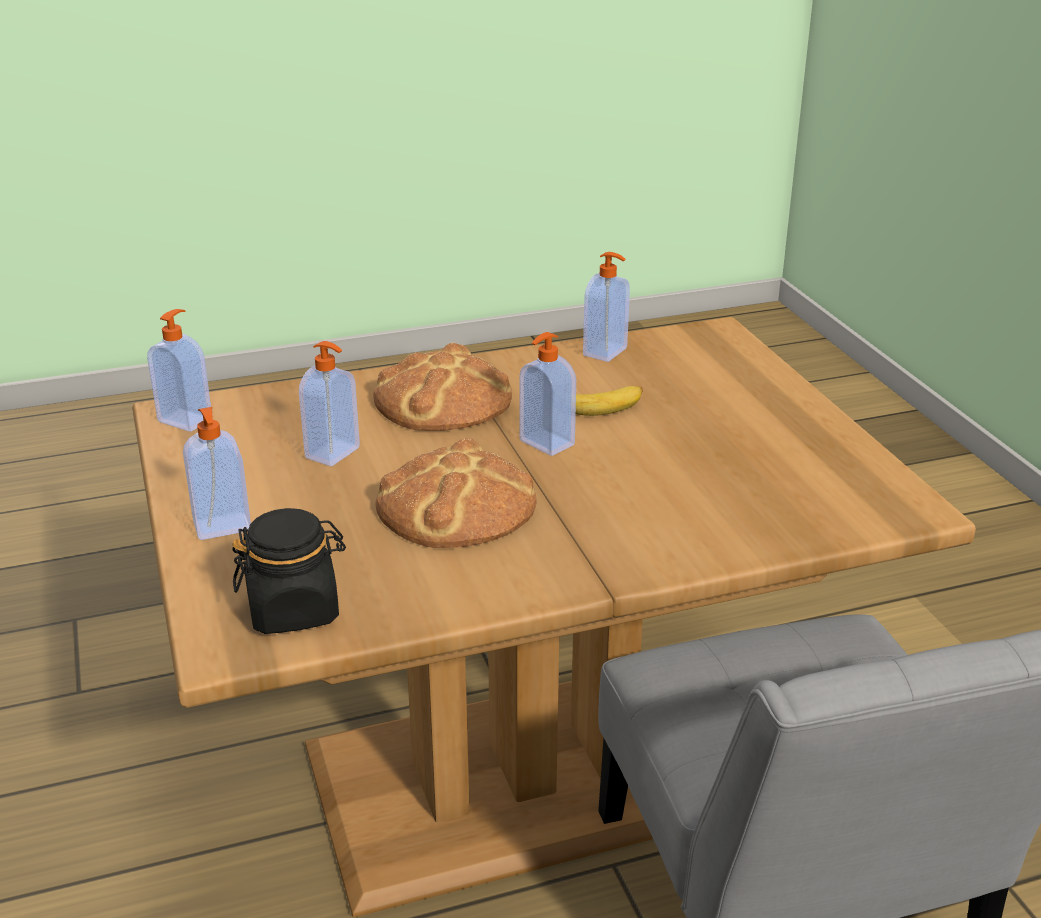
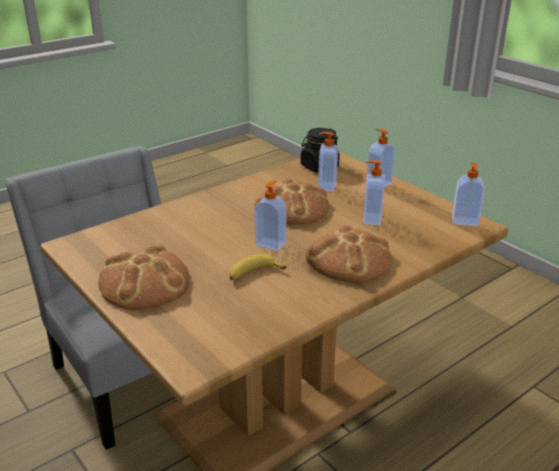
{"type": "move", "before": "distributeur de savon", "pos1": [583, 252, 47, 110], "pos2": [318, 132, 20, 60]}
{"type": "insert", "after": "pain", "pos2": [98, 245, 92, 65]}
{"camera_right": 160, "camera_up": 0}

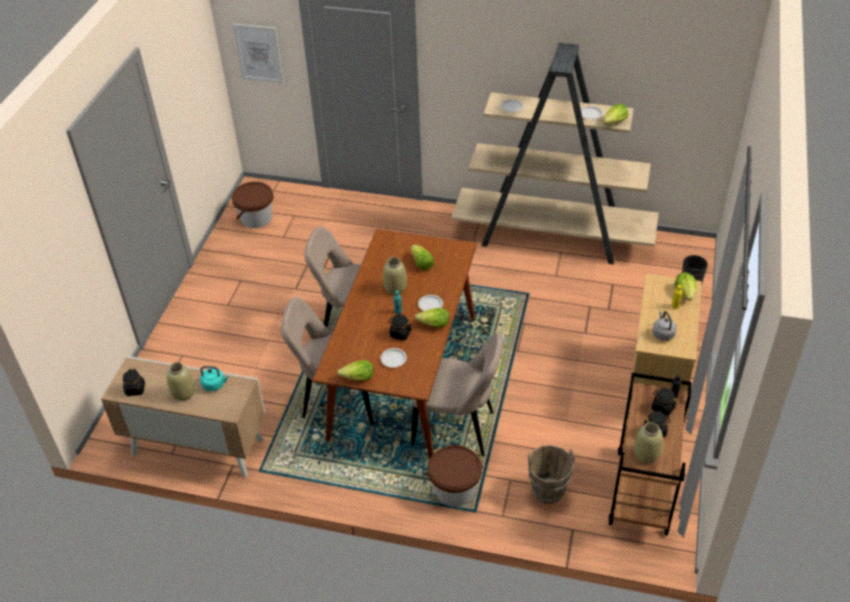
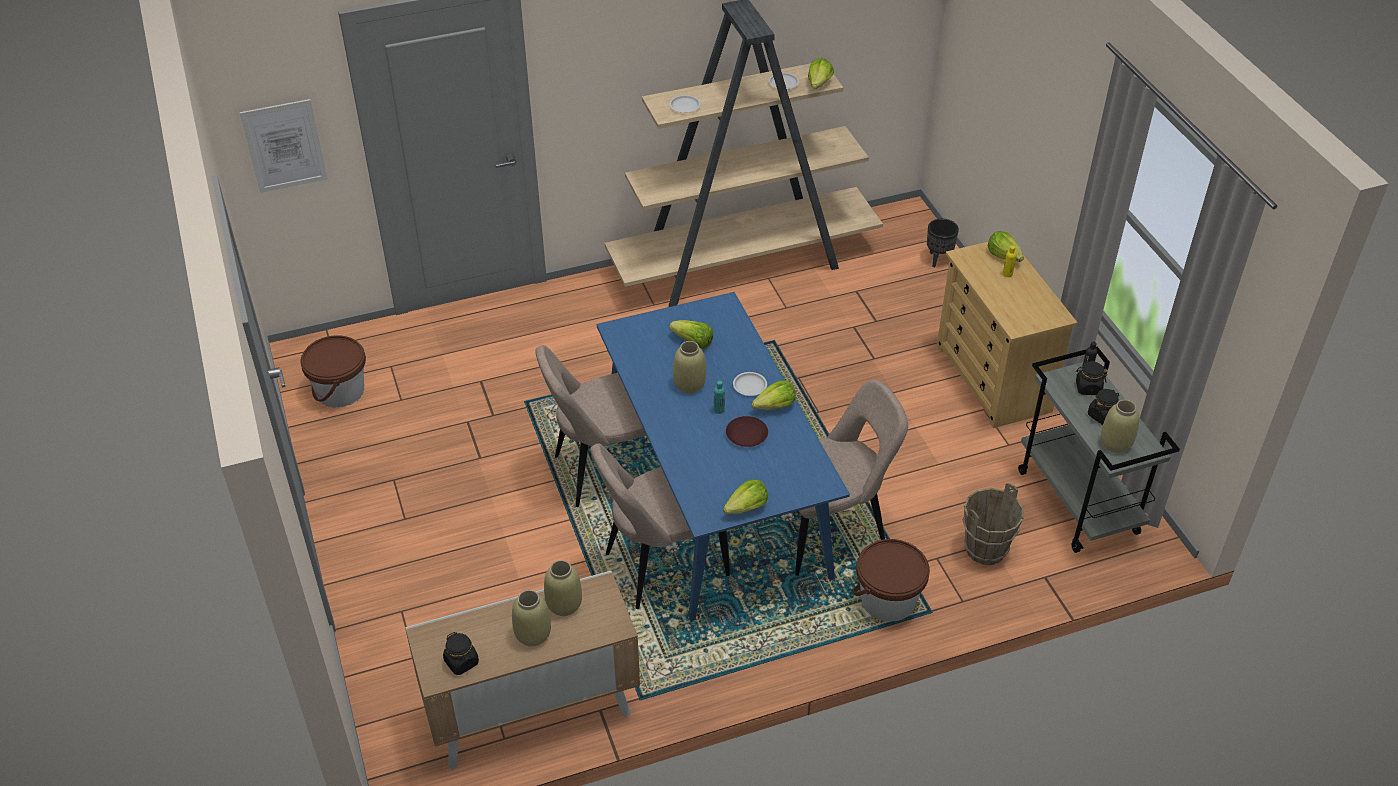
{"type": "recolor", "before": "table à manger [marron]", "after": "table à manger [bleu]", "pos1": [312, 229, 165, 230], "pos2": [597, 292, 253, 329]}
{"type": "delete", "before": "bouilloire [gris]", "pos1": [653, 311, 24, 30]}
{"type": "replace", "before": "bocal [noir]", "after": "assiette [marron]", "pos1": [388, 314, 24, 27], "pos2": [726, 416, 42, 31]}
{"type": "delete", "before": "assiette [blanc]", "pos1": [380, 348, 27, 20]}
{"type": "replace", "before": "bouilloire [turquoise]", "after": "vase [beige]", "pos1": [200, 366, 29, 25], "pos2": [544, 560, 38, 56]}
{"type": "recolor", "before": "chariot [marron]", "after": "chariot [gris]", "pos1": [608, 373, 84, 163], "pos2": [1018, 347, 162, 206]}
{"camera_right": -35, "camera_up": 0}

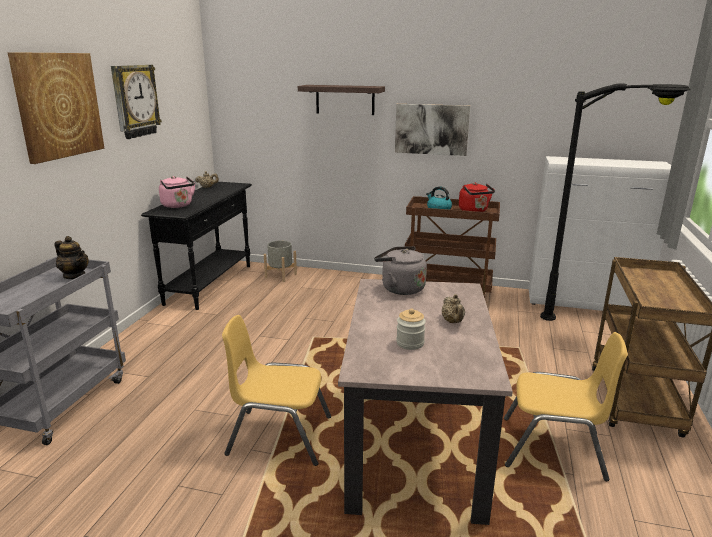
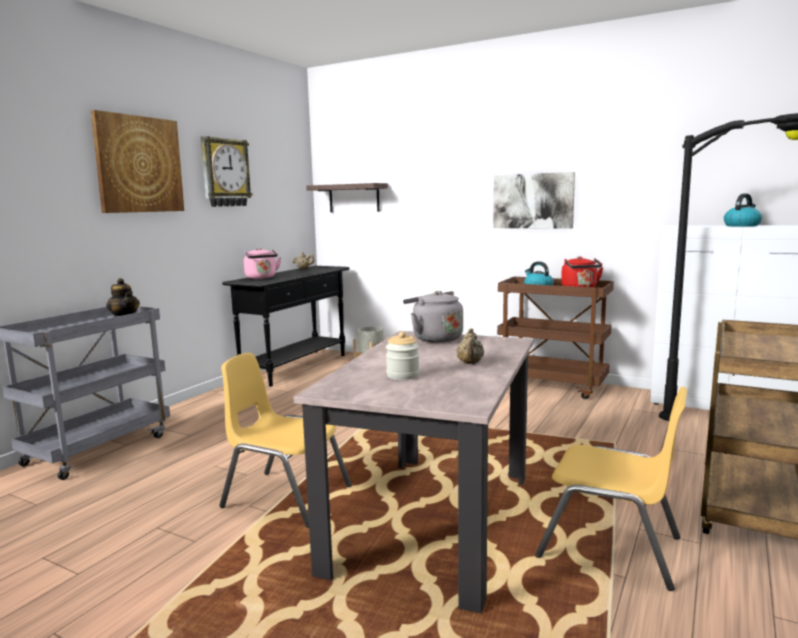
{"type": "move", "before": "étagère", "pos1": [298, 85, 87, 30], "pos2": [306, 183, 82, 29]}
{"type": "insert", "after": "bouilloire", "pos2": [724, 193, 38, 34]}
{"camera_right": 15, "camera_up": -10}

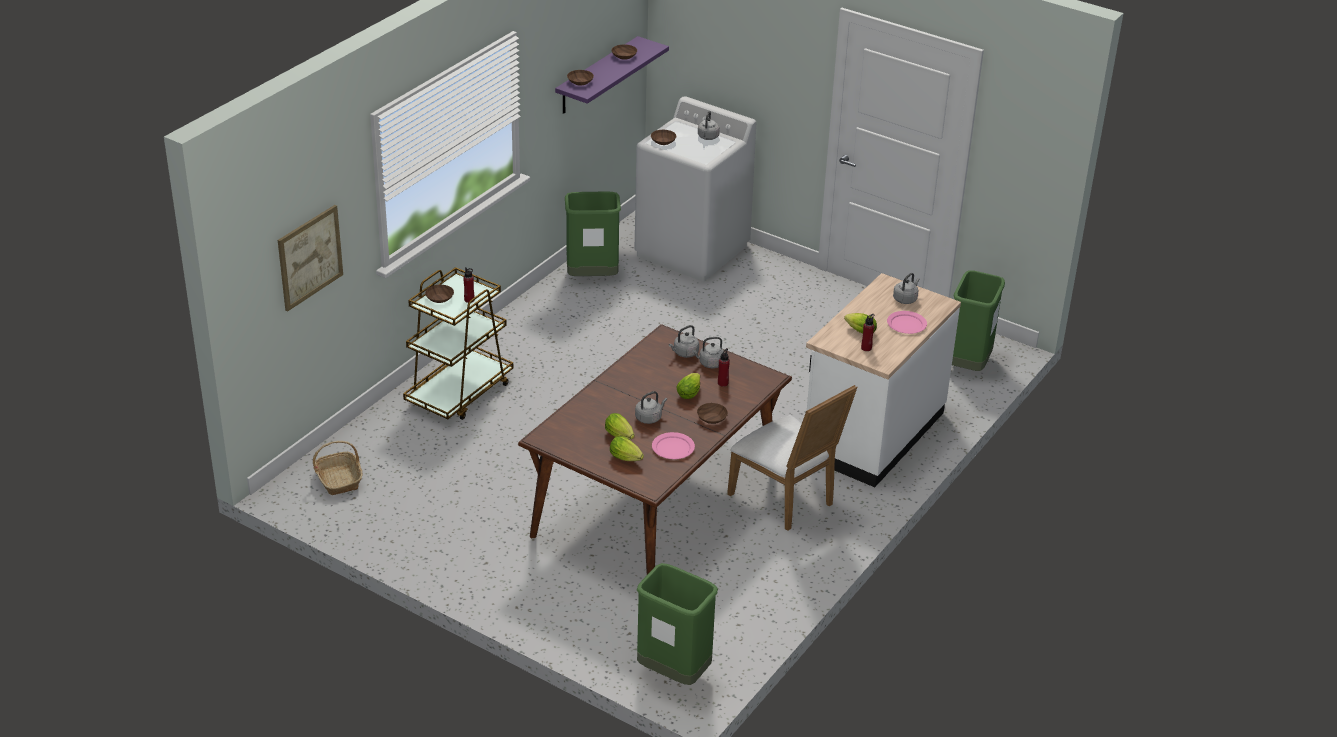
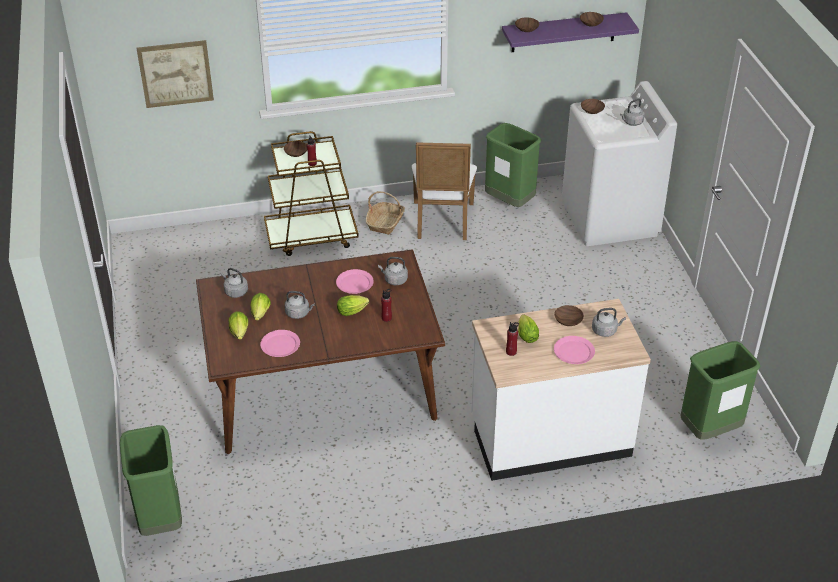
{"type": "move", "before": "bouilloire [gris]", "pos1": [692, 337, 33, 31], "pos2": [221, 268, 27, 30]}
{"type": "move", "before": "chaise [blanc]", "pos1": [727, 385, 130, 146], "pos2": [412, 142, 65, 98]}
{"type": "move", "before": "bol [marron]", "pos1": [697, 403, 31, 21], "pos2": [554, 305, 30, 21]}
{"type": "move", "before": "panier", "pos1": [313, 441, 50, 54], "pos2": [366, 191, 39, 44]}
{"type": "insert", "after": "assiette [rose]", "pos2": [336, 269, 38, 25]}
{"camera_right": 45, "camera_up": 5}

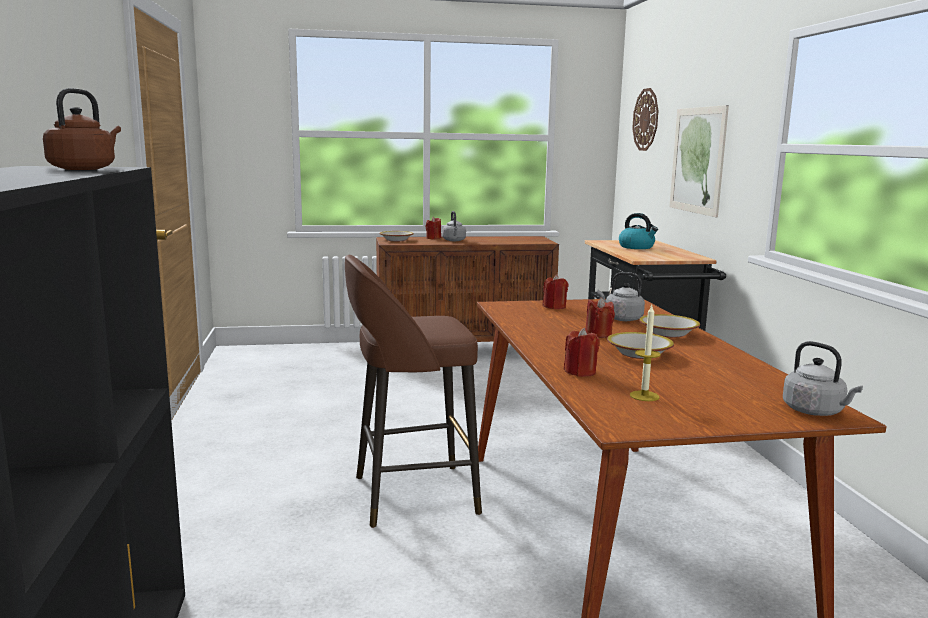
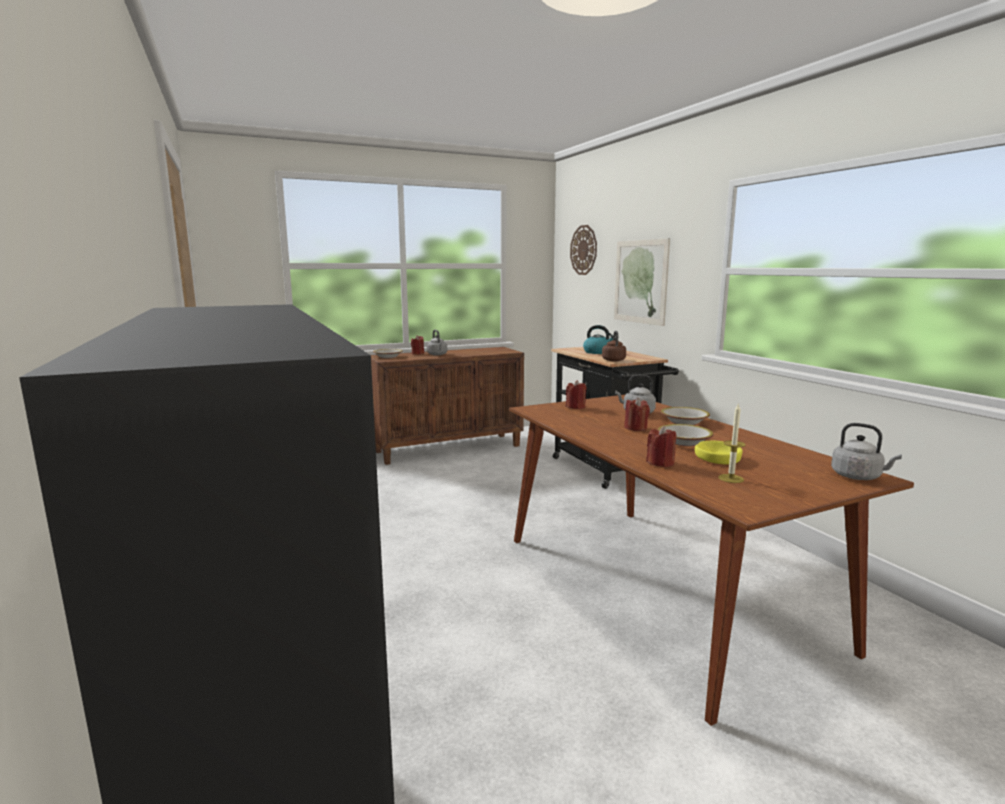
{"type": "move", "before": "bouilloire [marron]", "pos1": [43, 88, 78, 82], "pos2": [602, 331, 24, 30]}
{"type": "delete", "before": "tabouret [marron]", "pos1": [345, 255, 137, 273]}
{"type": "insert", "after": "bol [jaune]", "pos2": [695, 441, 47, 24]}
{"camera_right": -15, "camera_up": 0}

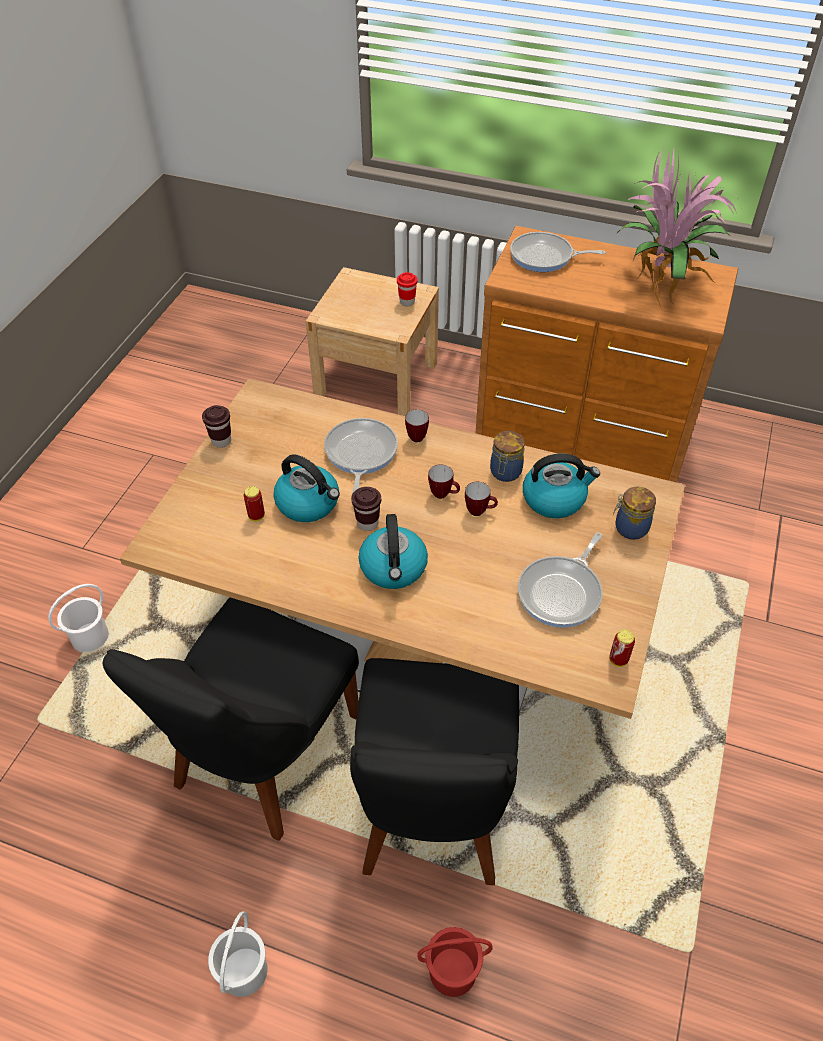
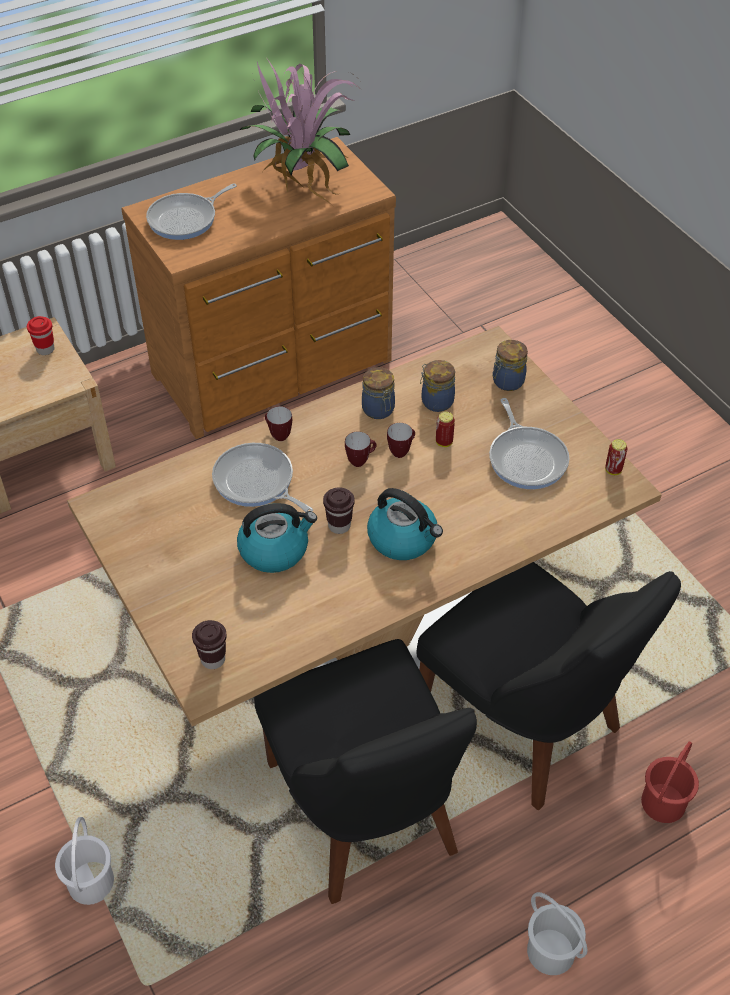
{"type": "move", "before": "tasse [marron]", "pos1": [202, 405, 29, 43], "pos2": [192, 620, 35, 49]}
{"type": "replace", "before": "bouilloire", "after": "bocal", "pos1": [523, 454, 77, 64], "pos2": [420, 360, 35, 52]}
{"type": "move", "before": "boîte métallique", "pos1": [244, 486, 21, 35], "pos2": [436, 412, 19, 35]}
{"camera_right": -50, "camera_up": 0}

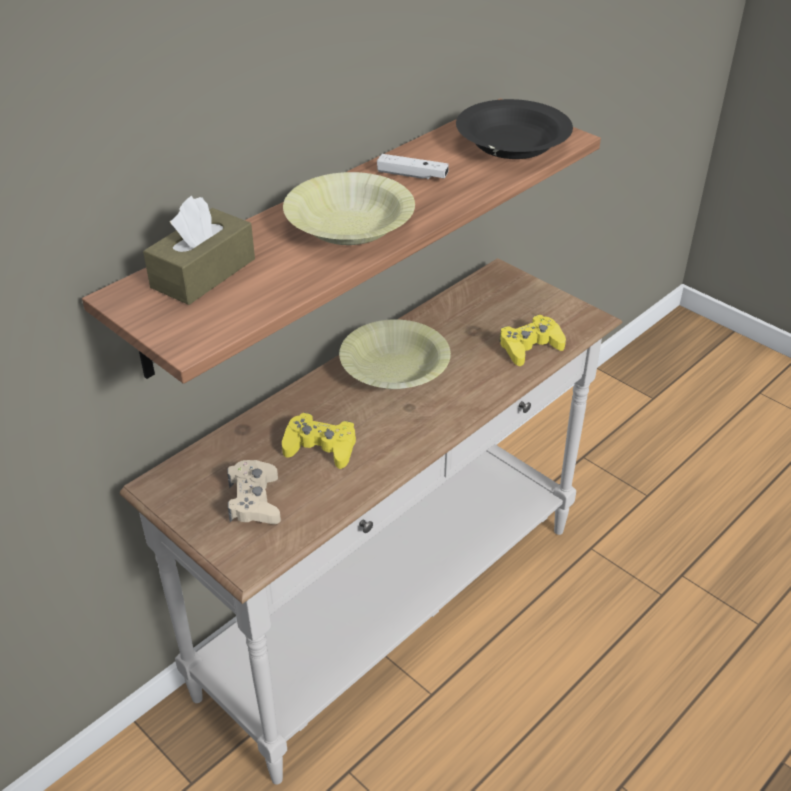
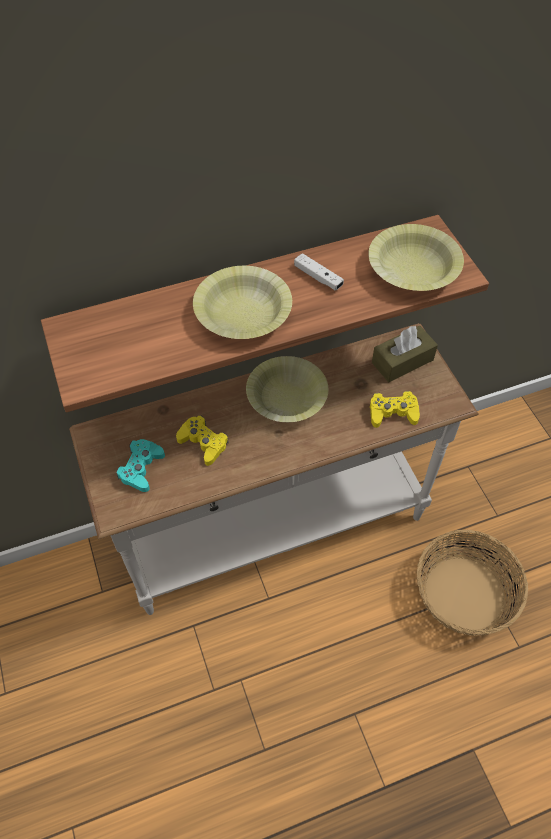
{"type": "recolor", "before": "bol [noir]", "after": "bol [jaune]", "pos1": [456, 99, 117, 60], "pos2": [368, 224, 96, 67]}
{"type": "move", "before": "boîte à mouchoirs [marron]", "pos1": [143, 196, 112, 109], "pos2": [372, 326, 66, 56]}
{"type": "recolor", "before": "manette [beige]", "after": "manette [turquoise]", "pos1": [227, 460, 54, 64], "pos2": [116, 439, 49, 53]}
{"type": "insert", "after": "panier", "pos2": [417, 530, 111, 106]}
{"camera_right": 25, "camera_up": 15}

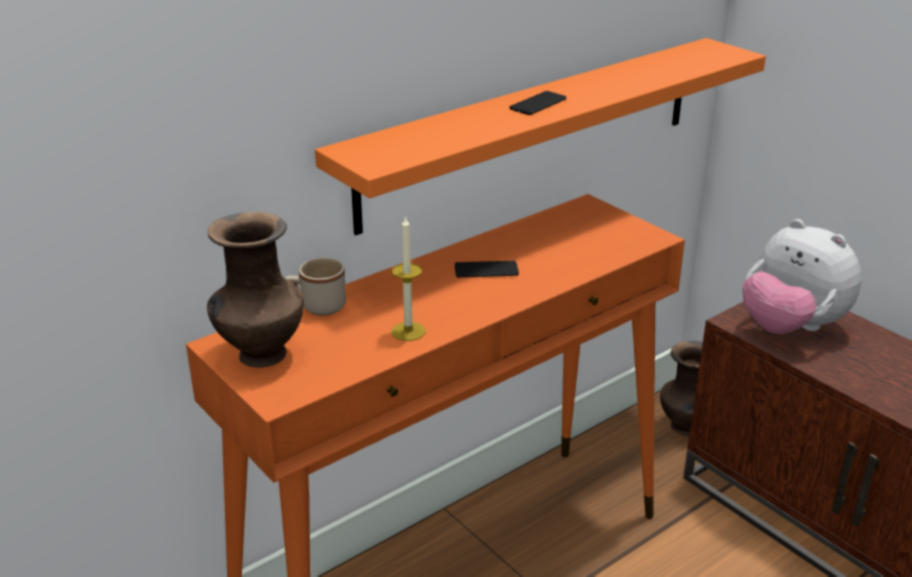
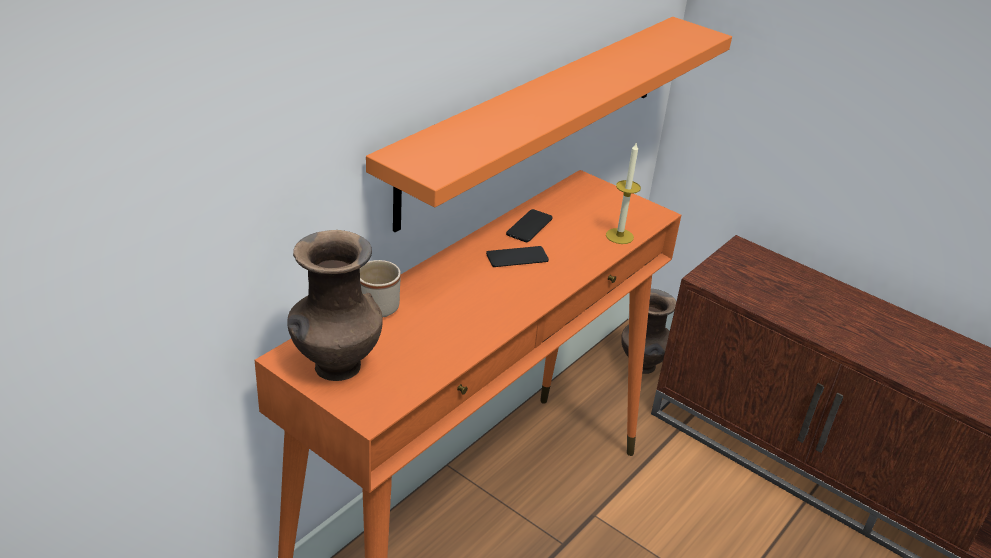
{"type": "move", "before": "téléphone", "pos1": [510, 91, 56, 24], "pos2": [506, 209, 47, 33]}
{"type": "move", "before": "bougie", "pos1": [391, 216, 35, 125], "pos2": [606, 143, 35, 101]}
{"type": "delete", "before": "peluche", "pos1": [743, 219, 119, 115]}
{"camera_right": -15, "camera_up": 5}

